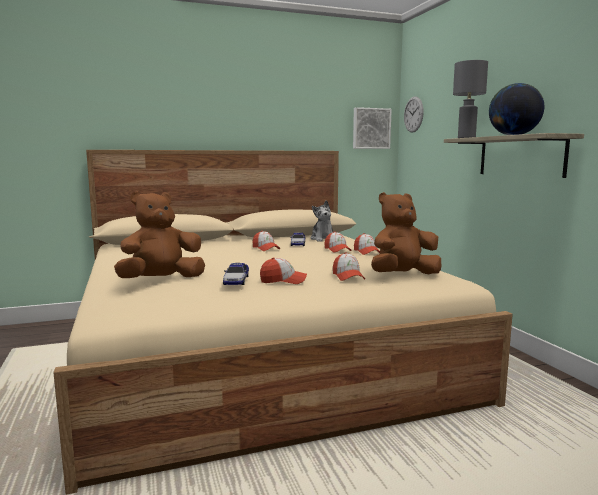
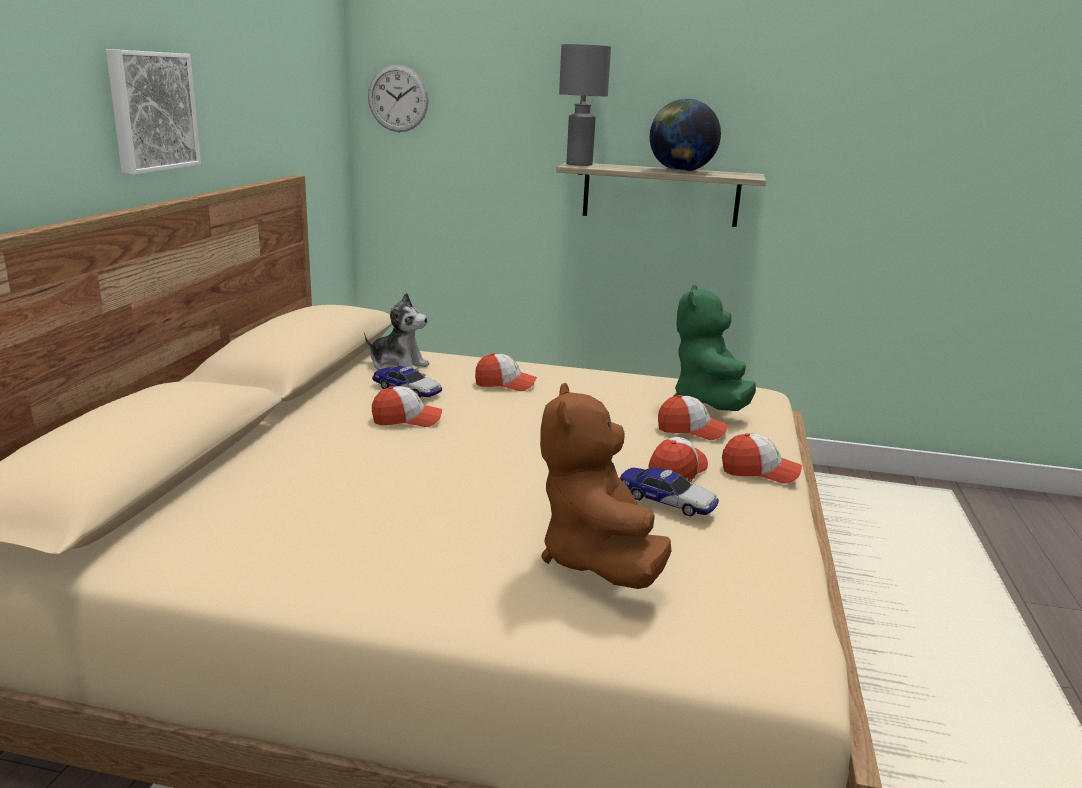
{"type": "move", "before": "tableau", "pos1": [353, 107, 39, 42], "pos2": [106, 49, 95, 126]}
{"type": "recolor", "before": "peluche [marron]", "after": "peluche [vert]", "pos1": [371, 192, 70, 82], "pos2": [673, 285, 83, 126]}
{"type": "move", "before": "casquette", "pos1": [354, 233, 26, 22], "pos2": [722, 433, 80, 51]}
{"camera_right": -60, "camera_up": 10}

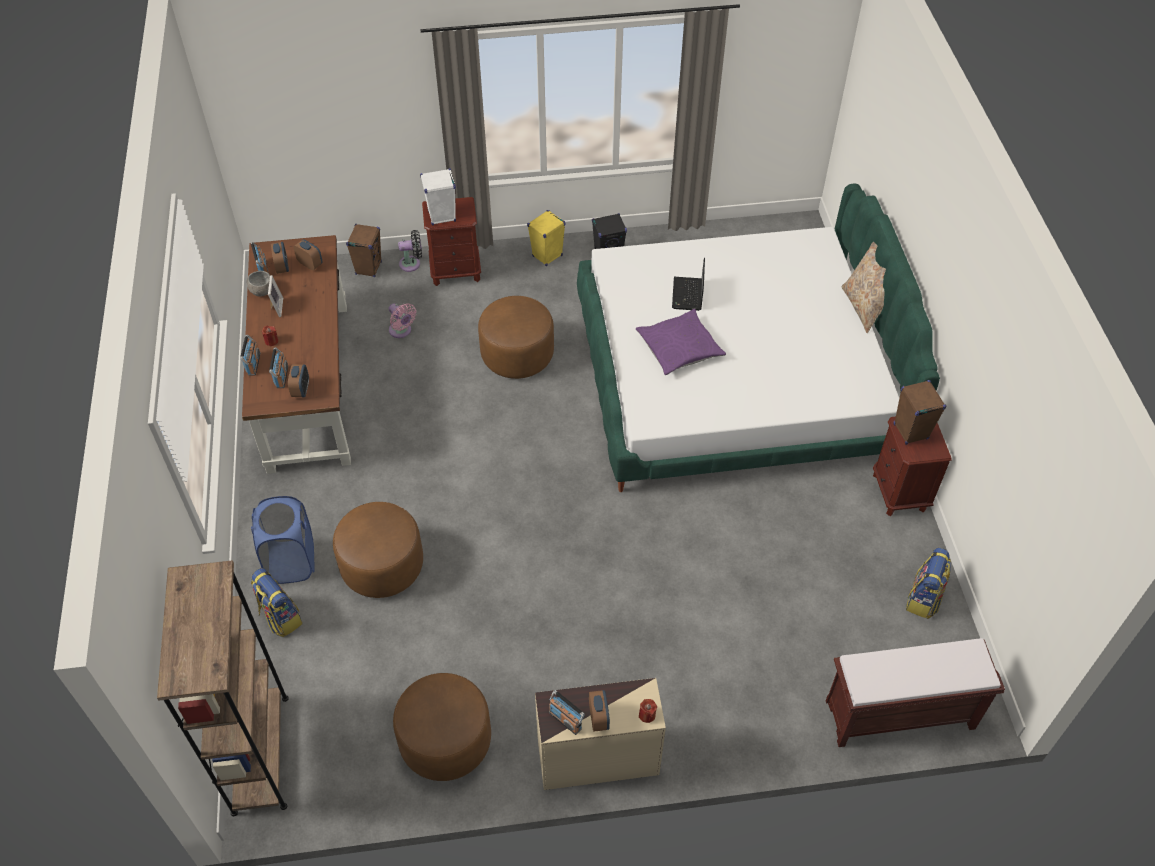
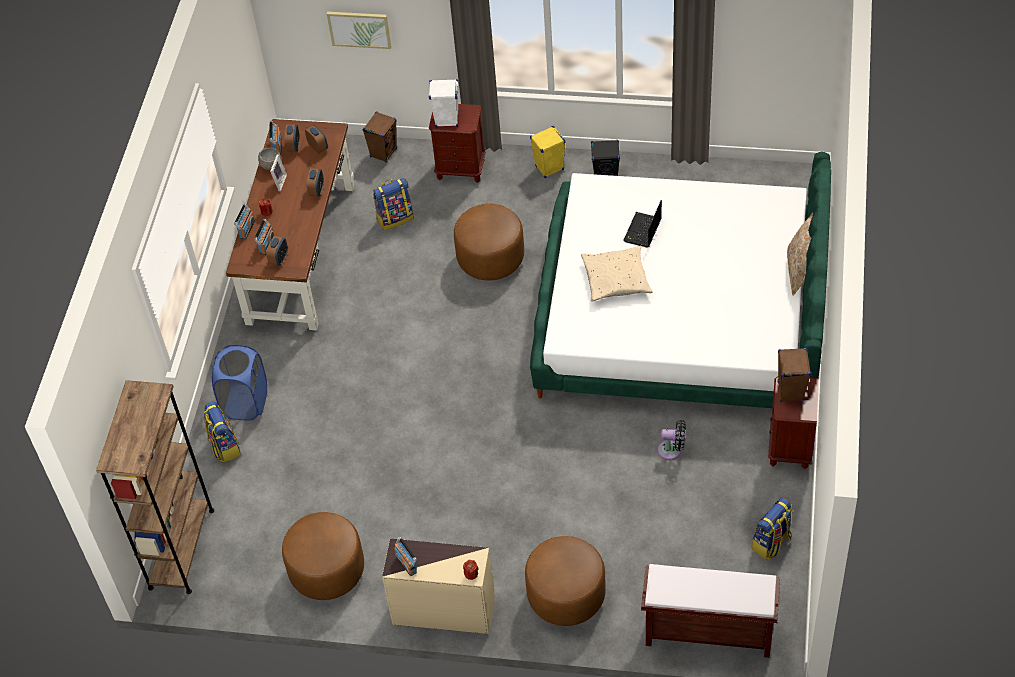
{"type": "move", "before": "ventilateur [noir]", "pos1": [398, 230, 24, 42], "pos2": [658, 420, 28, 40]}
{"type": "replace", "before": "ventilateur [rose]", "after": "sac à dos", "pos1": [389, 303, 27, 35], "pos2": [373, 178, 41, 52]}
{"type": "recolor", "before": "coussin [violet]", "after": "coussin [beige]", "pos1": [636, 309, 90, 66], "pos2": [581, 246, 72, 55]}
{"type": "move", "before": "pouf [marron]", "pos1": [333, 502, 90, 96], "pos2": [525, 536, 81, 90]}
{"type": "move", "before": "réveil", "pos1": [589, 690, 21, 42], "pos2": [306, 168, 18, 28]}
{"type": "insert", "after": "tableau", "pos2": [327, 12, 64, 37]}
{"camera_right": 20, "camera_up": 0}

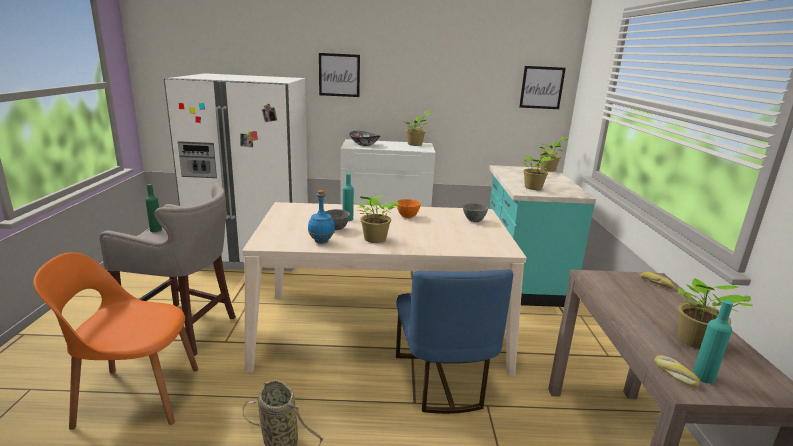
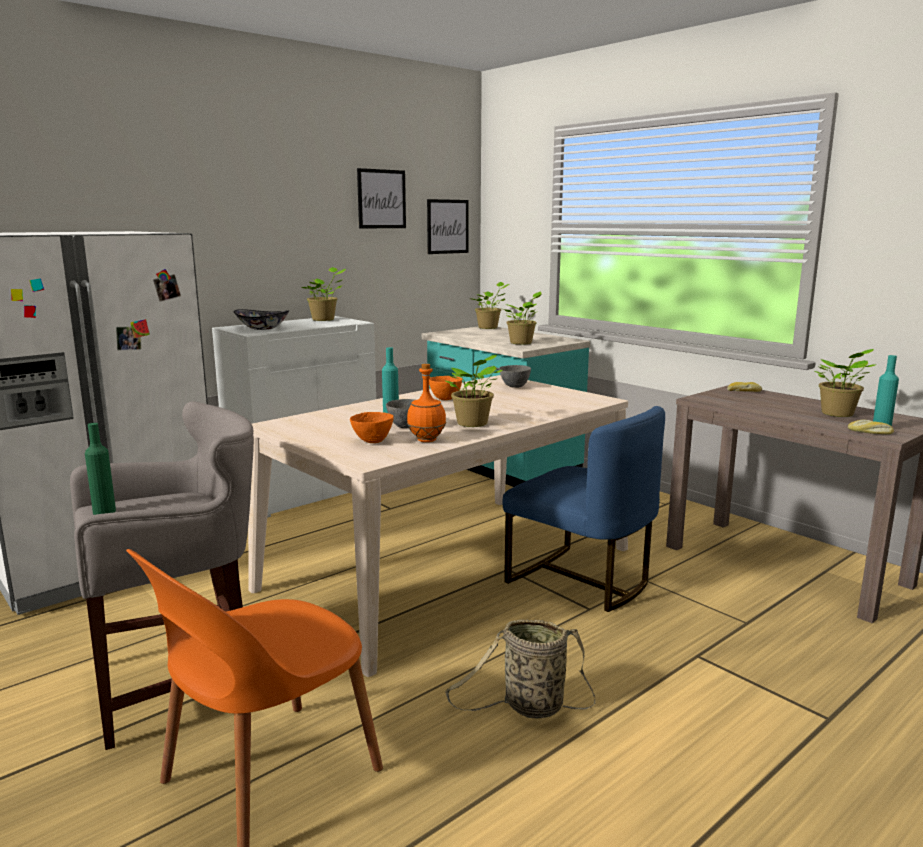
{"type": "move", "before": "tableau", "pos1": [319, 53, 41, 44], "pos2": [357, 168, 49, 61]}
{"type": "recolor", "before": "bouteille [bleu]", "after": "bouteille [orange]", "pos1": [308, 190, 27, 54], "pos2": [407, 364, 39, 78]}
{"type": "insert", "after": "bol [orange]", "pos2": [350, 412, 44, 31]}
{"camera_right": -40, "camera_up": -5}

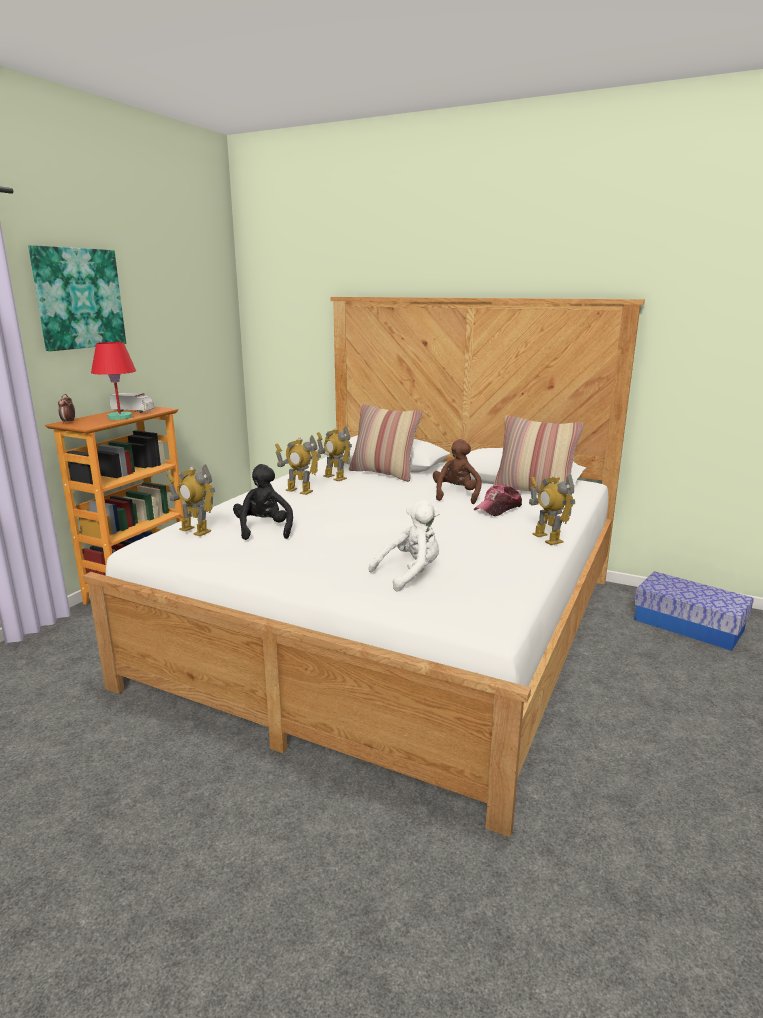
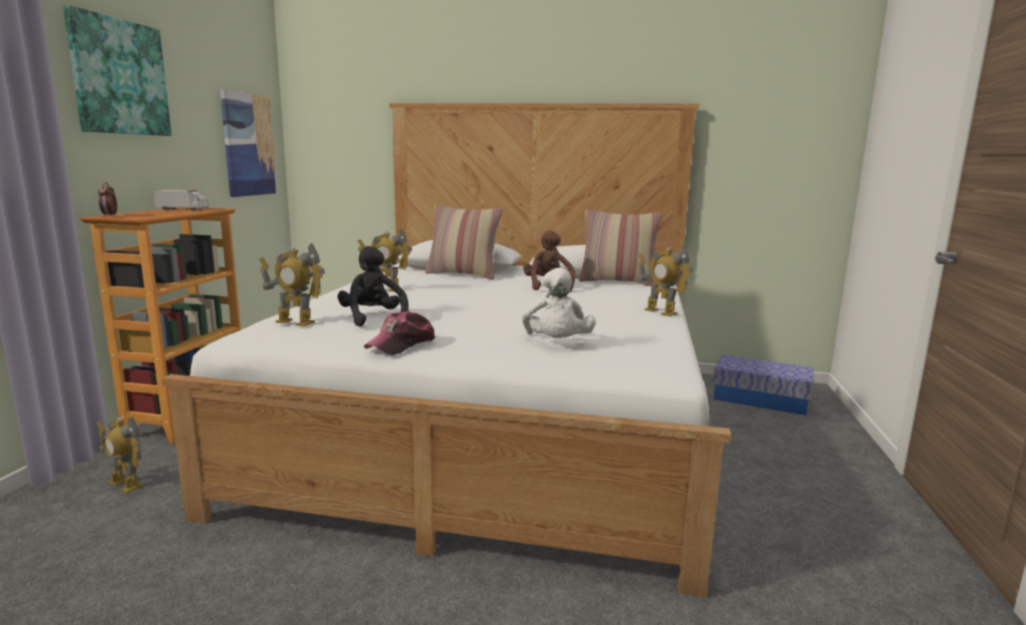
{"type": "delete", "before": "lampe de table [rouge]", "pos1": [91, 342, 45, 78]}
{"type": "move", "before": "robot jouet", "pos1": [317, 426, 35, 55], "pos2": [97, 417, 47, 76]}
{"type": "move", "before": "casquette", "pos1": [474, 485, 48, 31], "pos2": [364, 311, 71, 44]}
{"type": "rotate", "before": "peluche [blanc]", "pos1": [368, 500, 72, 91], "pos2": [522, 267, 74, 71], "turn": 135}
{"type": "insert", "after": "tableau", "pos2": [220, 90, 57, 107]}
{"camera_right": -15, "camera_up": -5}

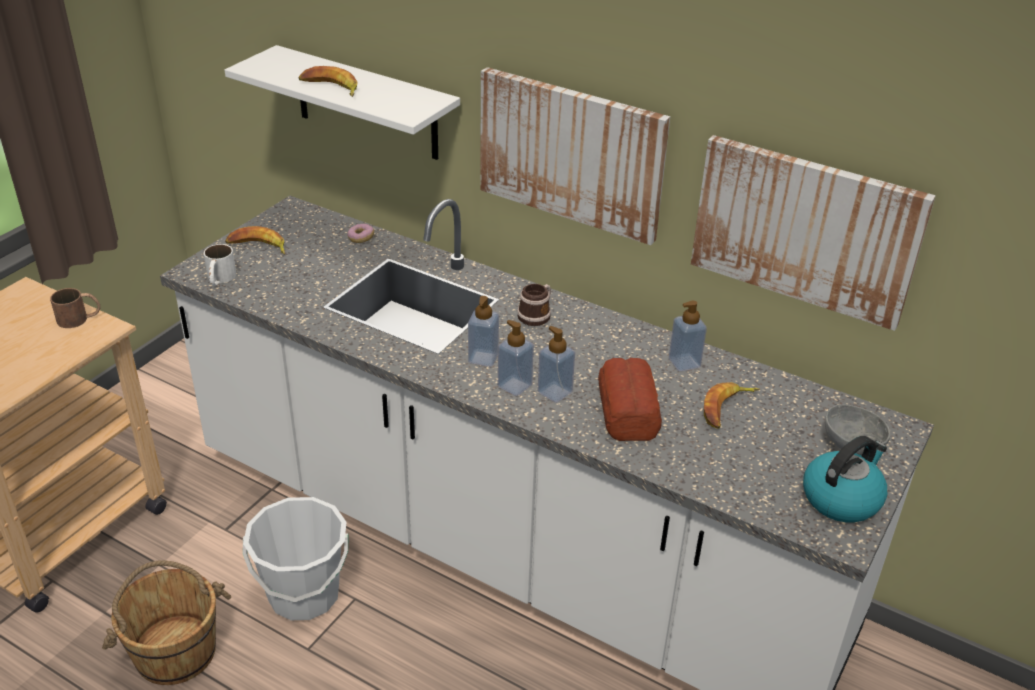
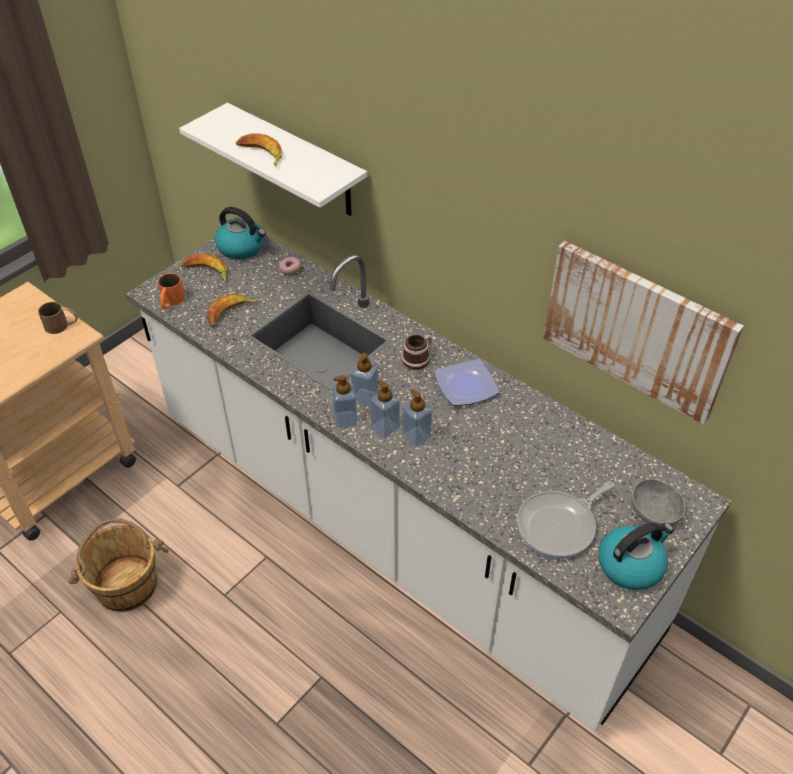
{"type": "delete", "before": "tableau", "pos1": [480, 67, 190, 178]}
{"type": "recolor", "before": "mug [blanc]", "after": "mug [orange]", "pos1": [204, 244, 32, 42], "pos2": [158, 273, 27, 36]}
{"type": "move", "before": "distributeur de savon", "pos1": [669, 301, 38, 70], "pos2": [331, 375, 26, 53]}
{"type": "delete", "before": "pain", "pos1": [598, 358, 64, 83]}
{"type": "move", "before": "banane", "pos1": [704, 382, 56, 47], "pos2": [207, 294, 53, 33]}
{"type": "delete", "before": "seau [blanc]", "pos1": [243, 497, 105, 123]}
{"type": "insert", "after": "bouilloire", "pos2": [215, 207, 51, 52]}
{"type": "insert", "after": "assiette", "pos2": [434, 359, 66, 47]}
{"type": "insert", "after": "poêle", "pos2": [517, 481, 97, 78]}
{"camera_right": 10, "camera_up": 10}

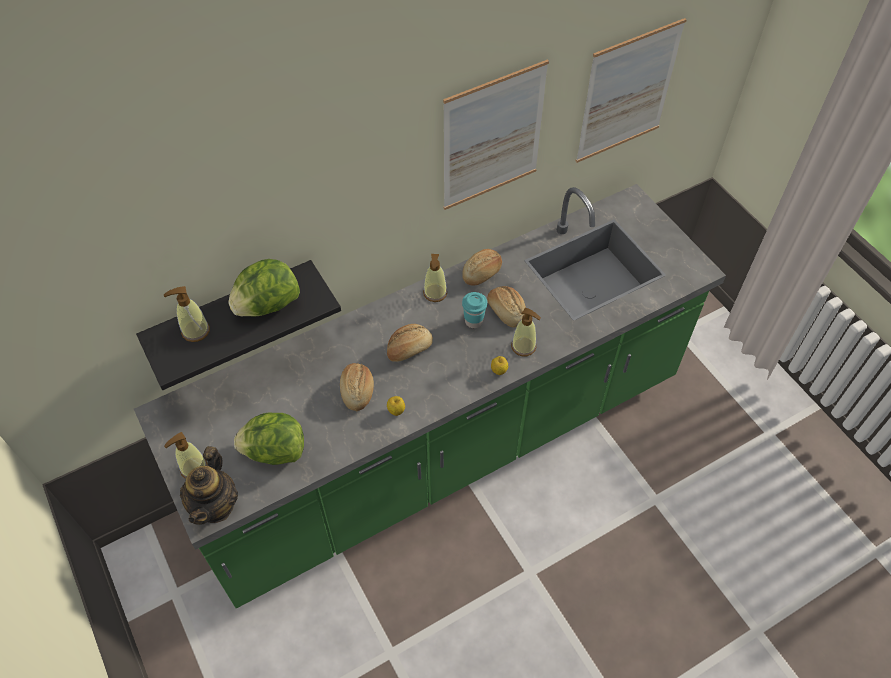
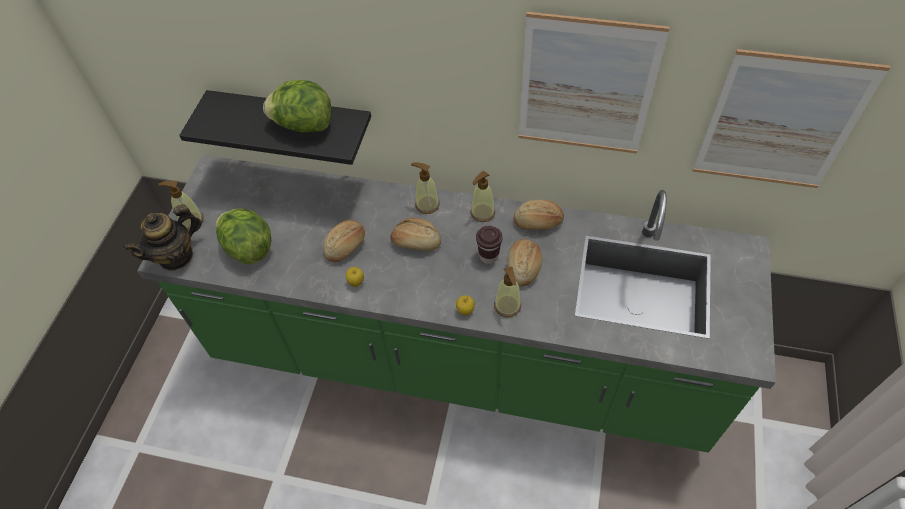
{"type": "move", "before": "distributeur de savon", "pos1": [164, 286, 46, 56], "pos2": [411, 162, 29, 52]}
{"type": "recolor", "before": "tasse [turquoise]", "after": "tasse [marron]", "pos1": [462, 292, 25, 36], "pos2": [476, 226, 27, 38]}
{"camera_right": 45, "camera_up": 0}

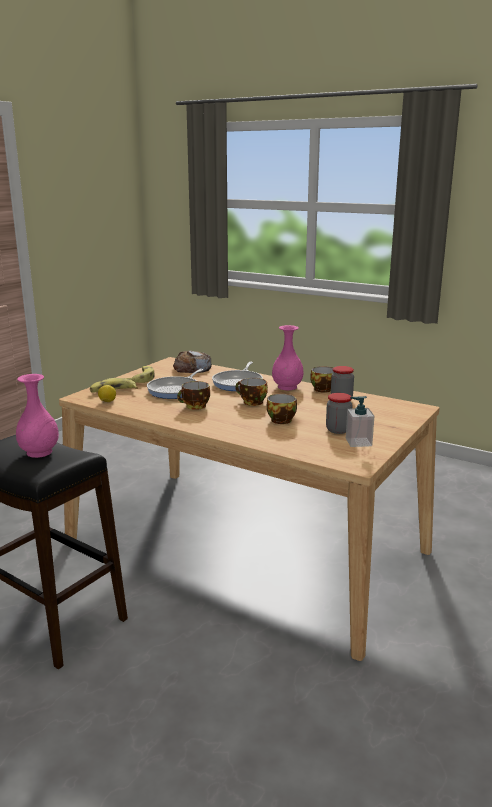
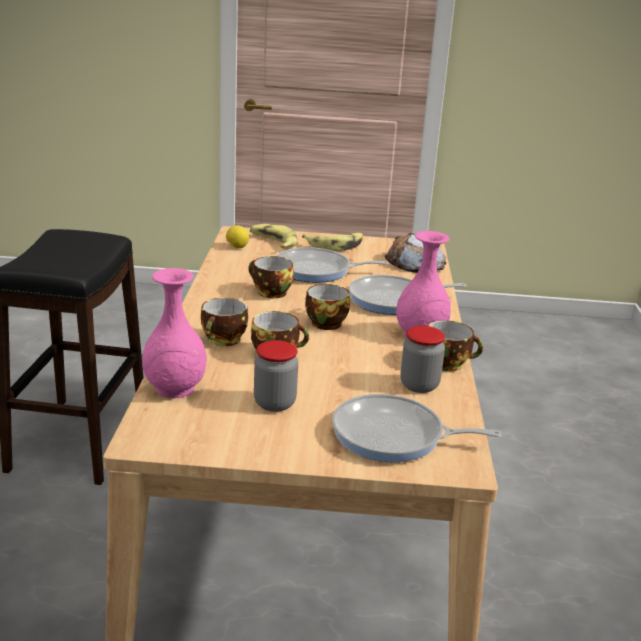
{"type": "move", "before": "vase [rose]", "pos1": [16, 374, 43, 84], "pos2": [142, 268, 65, 130]}
{"type": "delete", "before": "distributeur de savon", "pos1": [346, 396, 28, 51]}
{"type": "insert", "after": "tasse", "pos2": [201, 297, 47, 49]}
{"type": "insert", "after": "poêle", "pos2": [332, 394, 169, 68]}
{"camera_right": 60, "camera_up": 5}

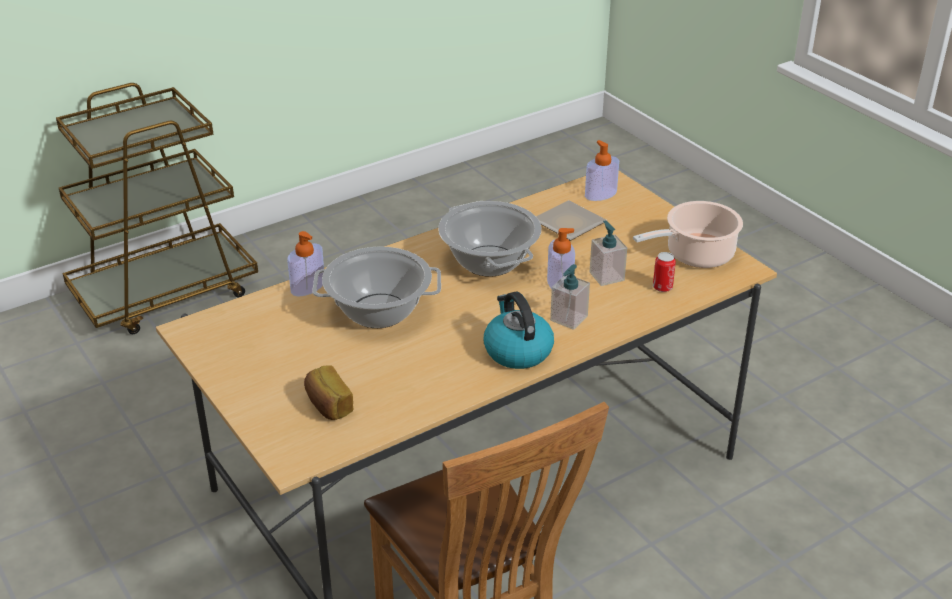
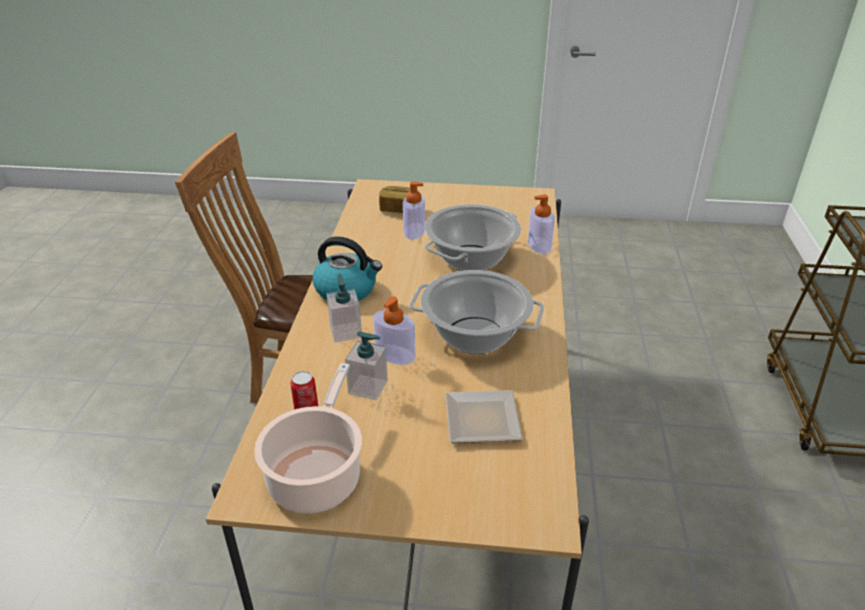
{"type": "move", "before": "distributeur de savon", "pos1": [585, 140, 34, 61], "pos2": [403, 181, 22, 59]}
{"camera_right": 130, "camera_up": 0}

